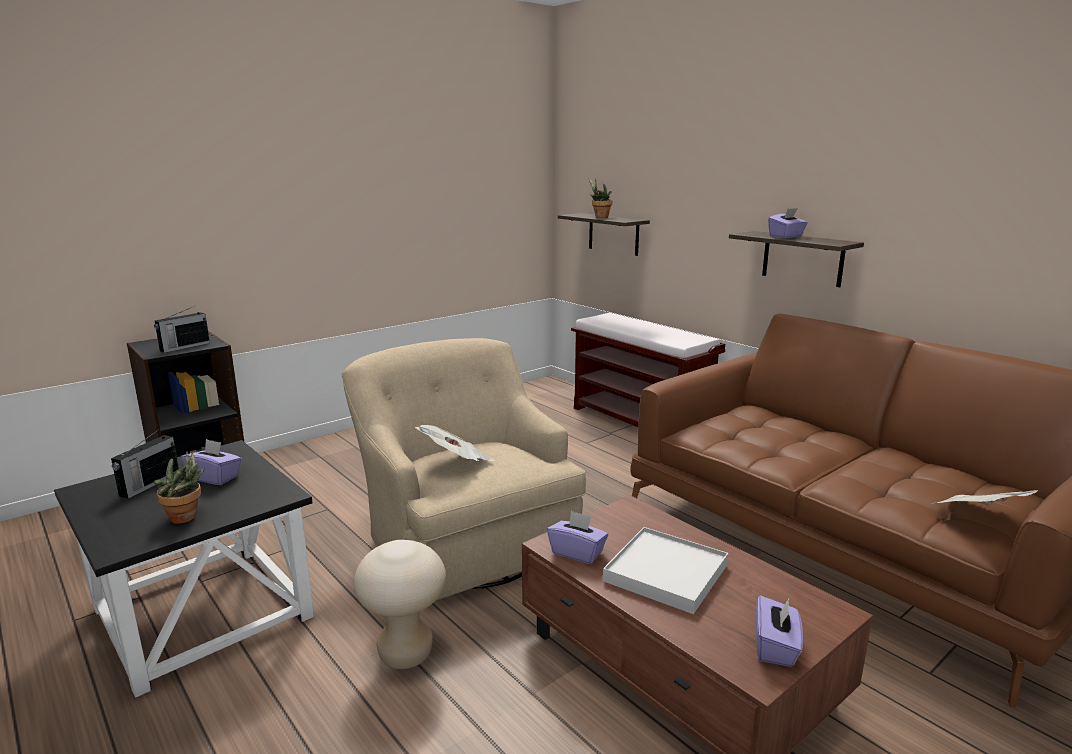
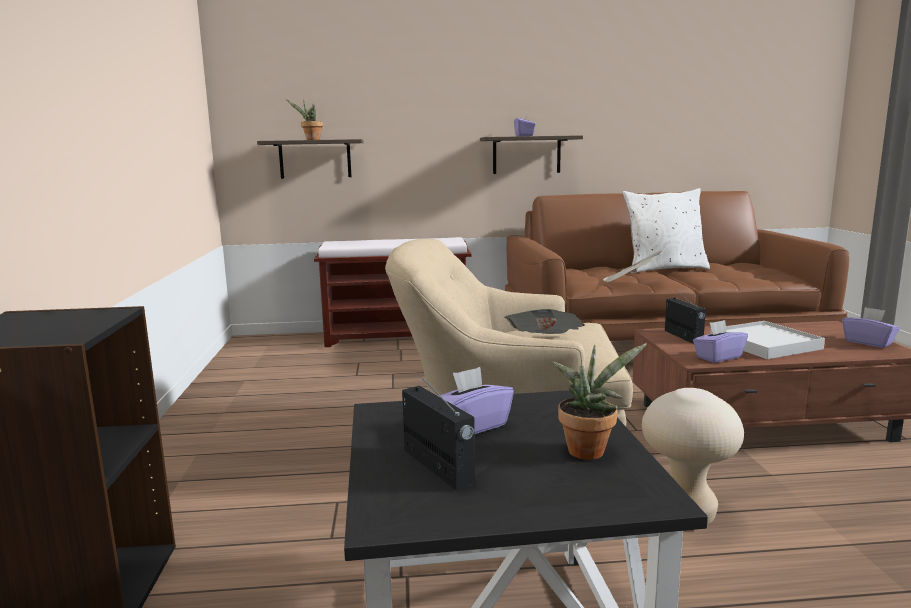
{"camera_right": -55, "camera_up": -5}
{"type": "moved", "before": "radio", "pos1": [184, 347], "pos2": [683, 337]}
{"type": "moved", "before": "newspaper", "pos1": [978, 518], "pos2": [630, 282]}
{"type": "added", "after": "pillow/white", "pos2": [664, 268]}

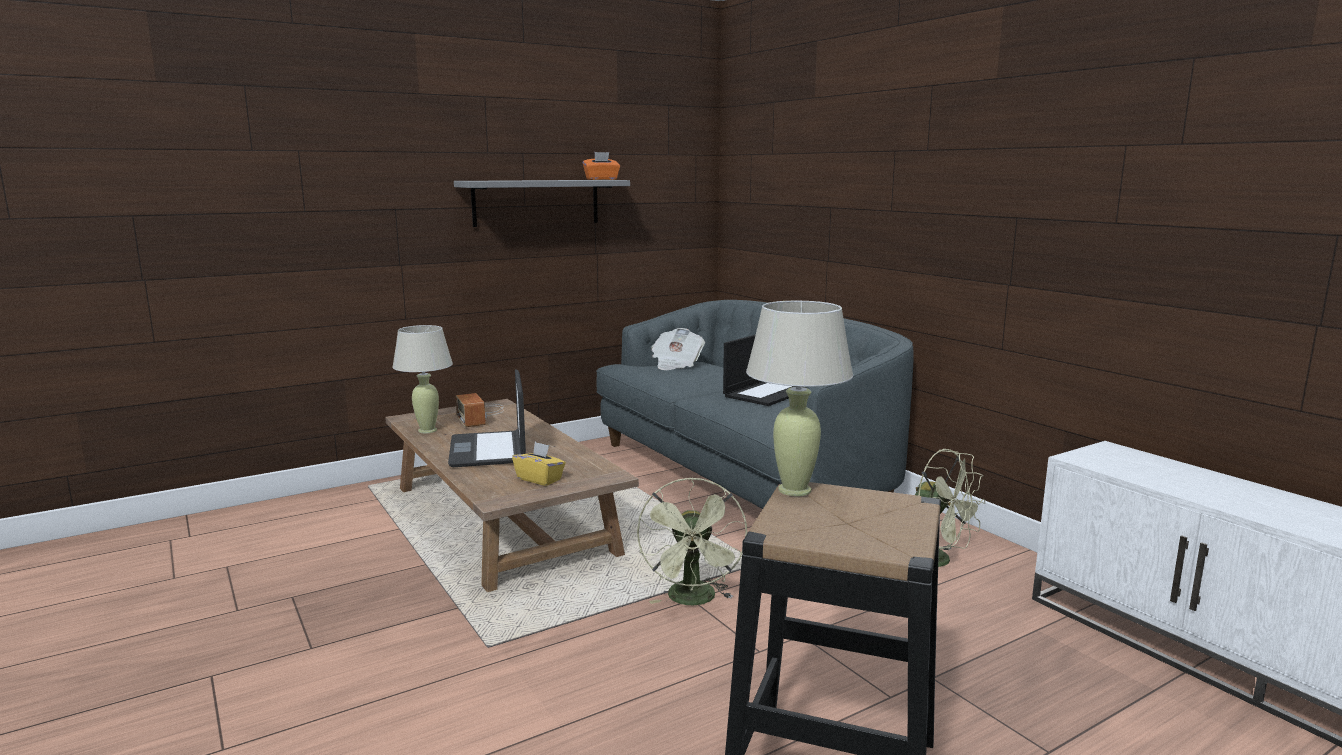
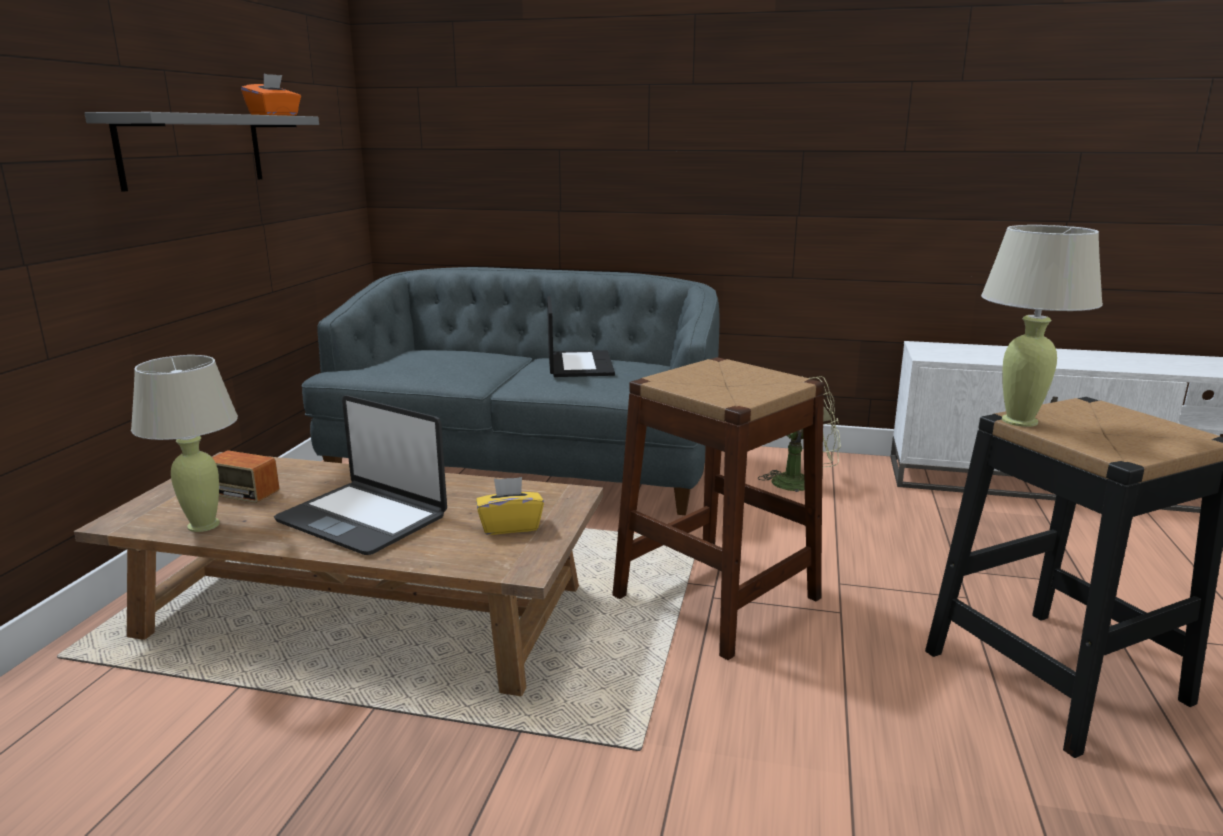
{"camera_right": -45, "camera_up": 5}
{"type": "replaced", "before": "fan/green", "after": "stool/brown", "pos1": [694, 600], "pos2": [716, 597]}
{"type": "removed", "before": "newspaper", "pos1": [676, 364]}

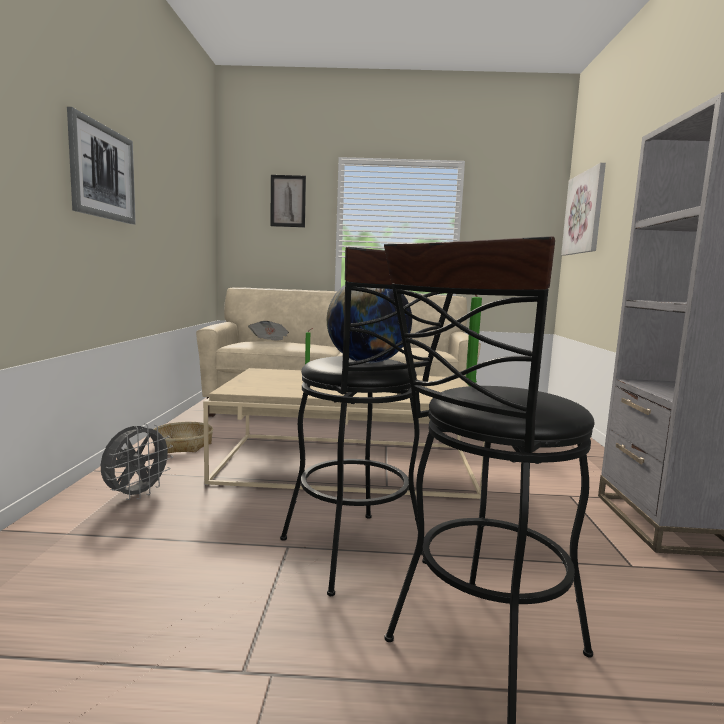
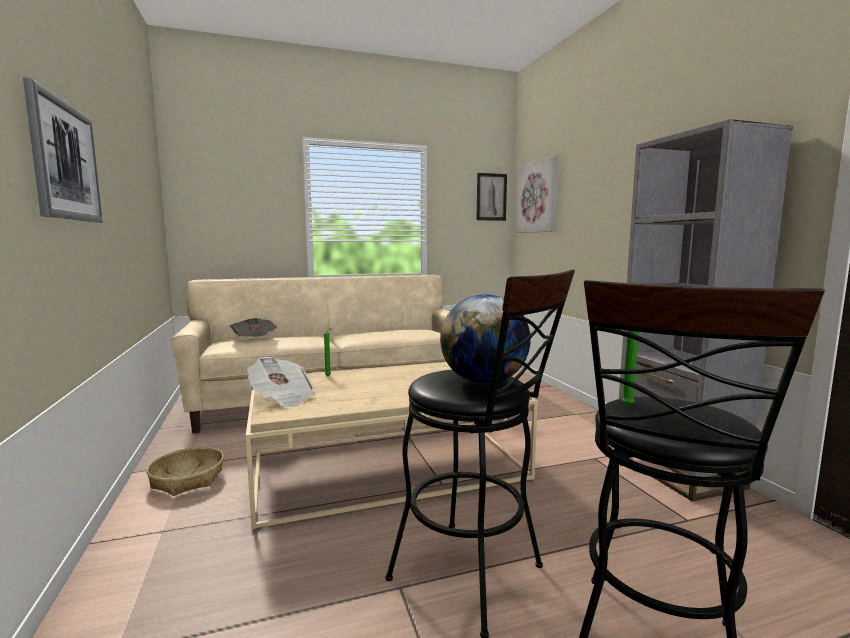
{"camera_right": -20, "camera_up": 0}
{"type": "removed", "before": "fan/grey", "pos1": [137, 495]}
{"type": "moved", "before": "picture", "pos1": [288, 201], "pos2": [491, 197]}
{"type": "added", "after": "newspaper", "pos2": [282, 398]}

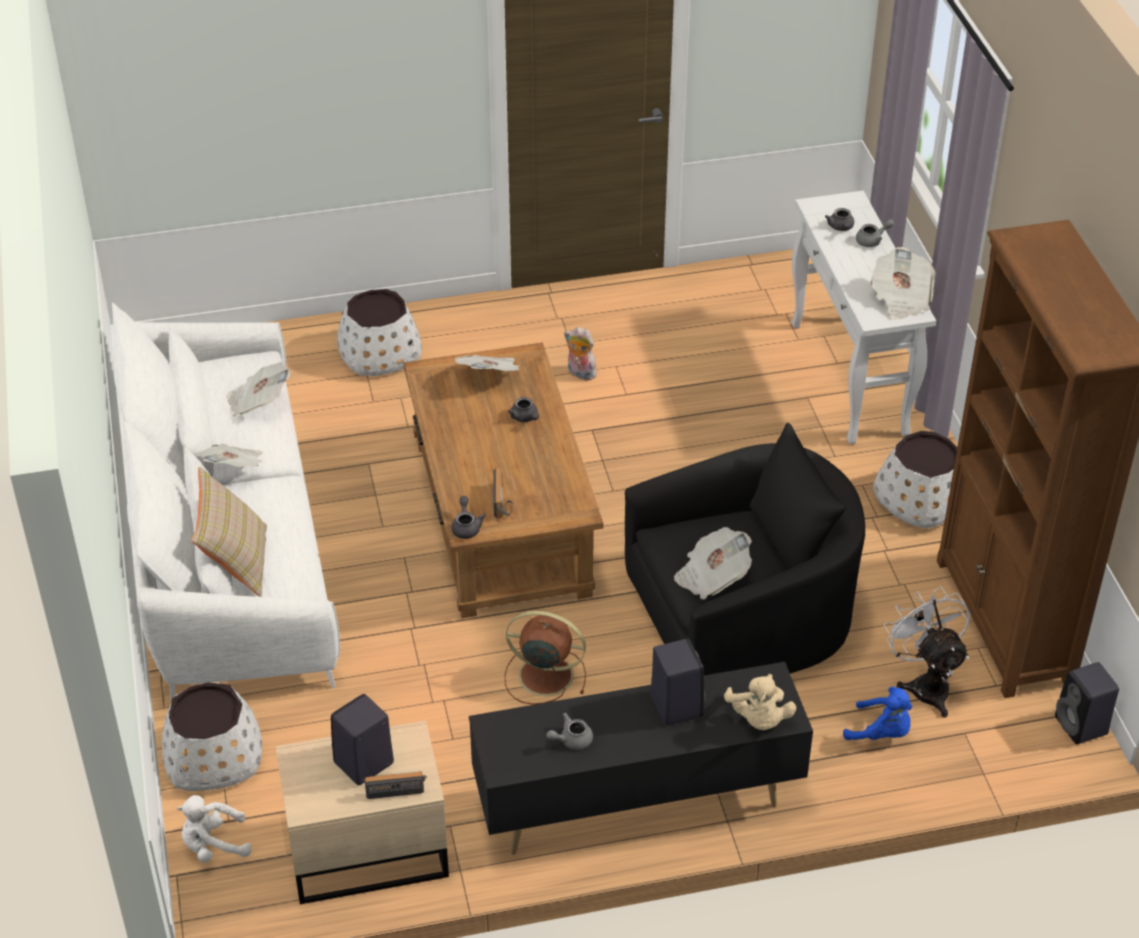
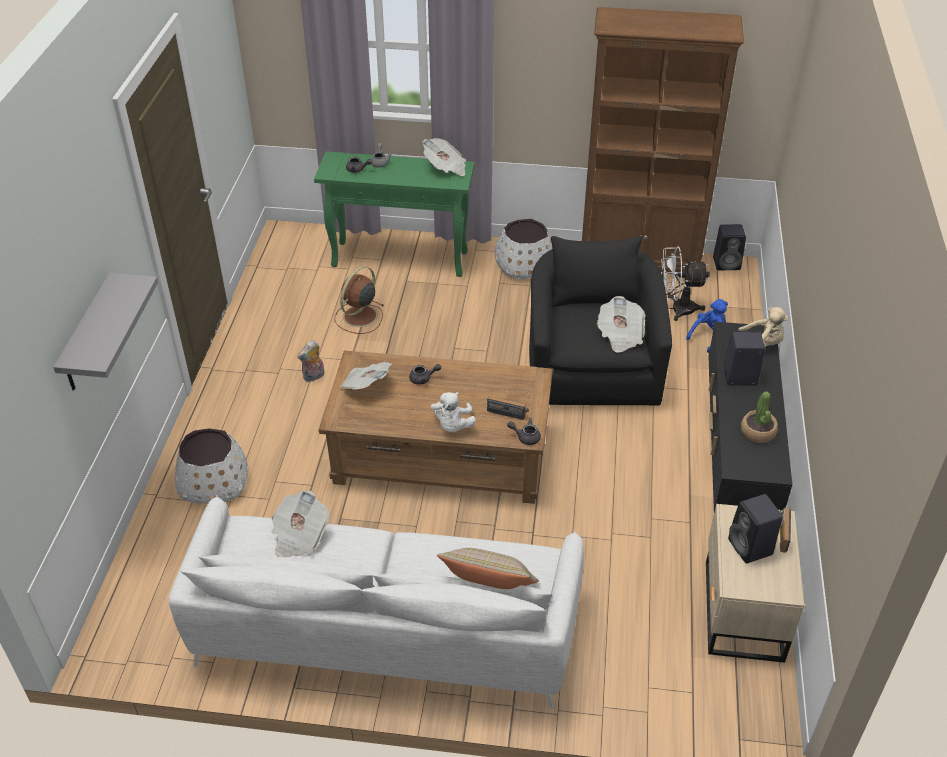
{"camera_right": -70, "camera_up": 0}
{"type": "removed", "before": "planter/white", "pos1": [213, 756]}
{"type": "moved", "before": "plush toy/white", "pos1": [213, 845], "pos2": [453, 426]}
{"type": "removed", "before": "newspaper", "pos1": [233, 468]}
{"type": "moved", "before": "fan/brown", "pos1": [543, 675], "pos2": [359, 317]}
{"type": "replaced", "before": "teapot/grey", "after": "potted plant", "pos1": [571, 740], "pos2": [758, 432]}
{"type": "recoloured", "before": "console table/white", "after": "console table/green", "pos1": [850, 380], "pos2": [401, 259]}
{"type": "added", "after": "shelf/grey", "pos2": [87, 335]}

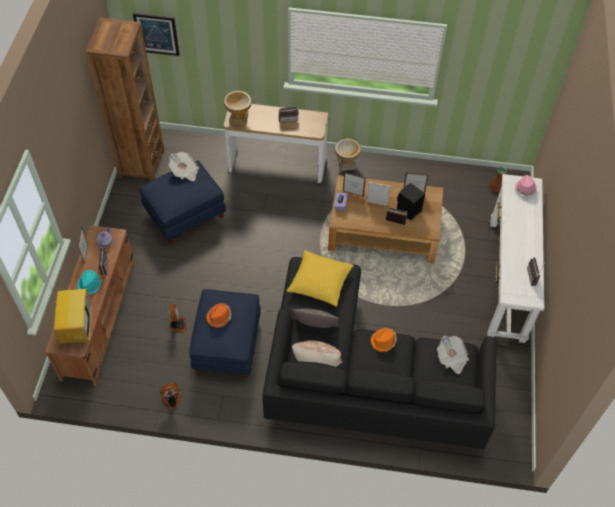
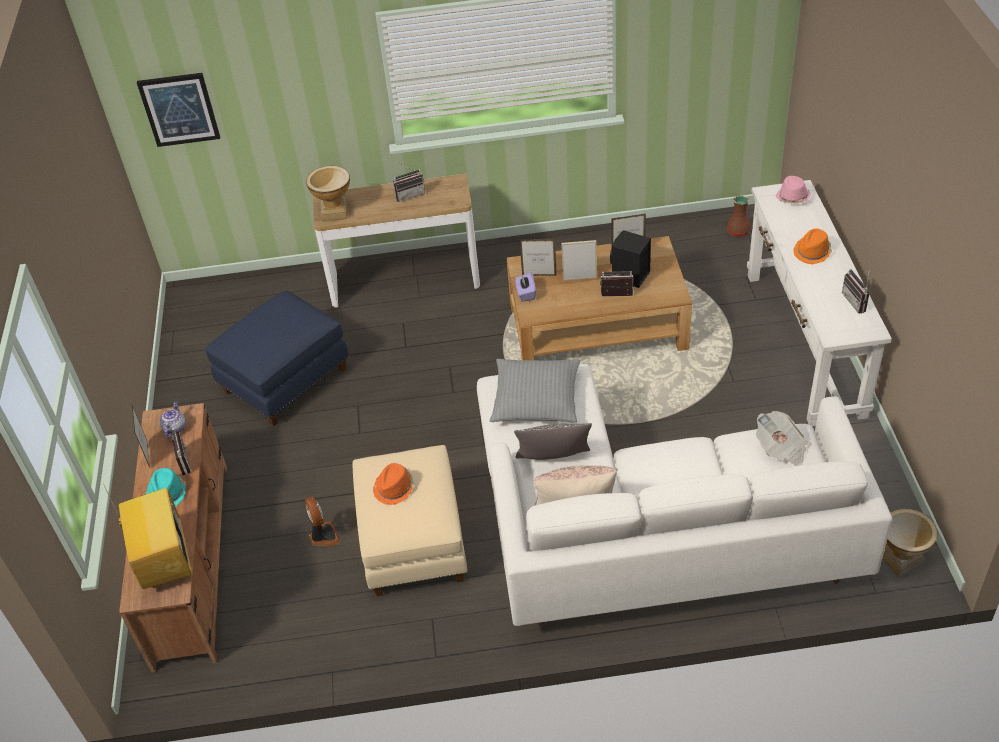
{"camera_right": -10, "camera_up": -10}
{"type": "removed", "before": "bookcase/brown", "pos1": [141, 163]}
{"type": "removed", "before": "fan", "pos1": [172, 400]}
{"type": "removed", "before": "newspaper", "pos1": [185, 172]}
{"type": "recoloured", "before": "ottoman/blue", "after": "ottoman/beige", "pos1": [226, 344], "pos2": [412, 543]}
{"type": "recoloured", "before": "sofa/black", "after": "sofa/white", "pos1": [362, 379], "pos2": [645, 533]}
{"type": "recoloured", "before": "pillow/yellow", "after": "pillow/grey", "pos1": [320, 282], "pos2": [536, 399]}
{"type": "moved", "before": "vase", "pos1": [346, 164], "pos2": [901, 560]}
{"type": "moved", "before": "hat/orange", "pos1": [383, 341], "pos2": [812, 252]}

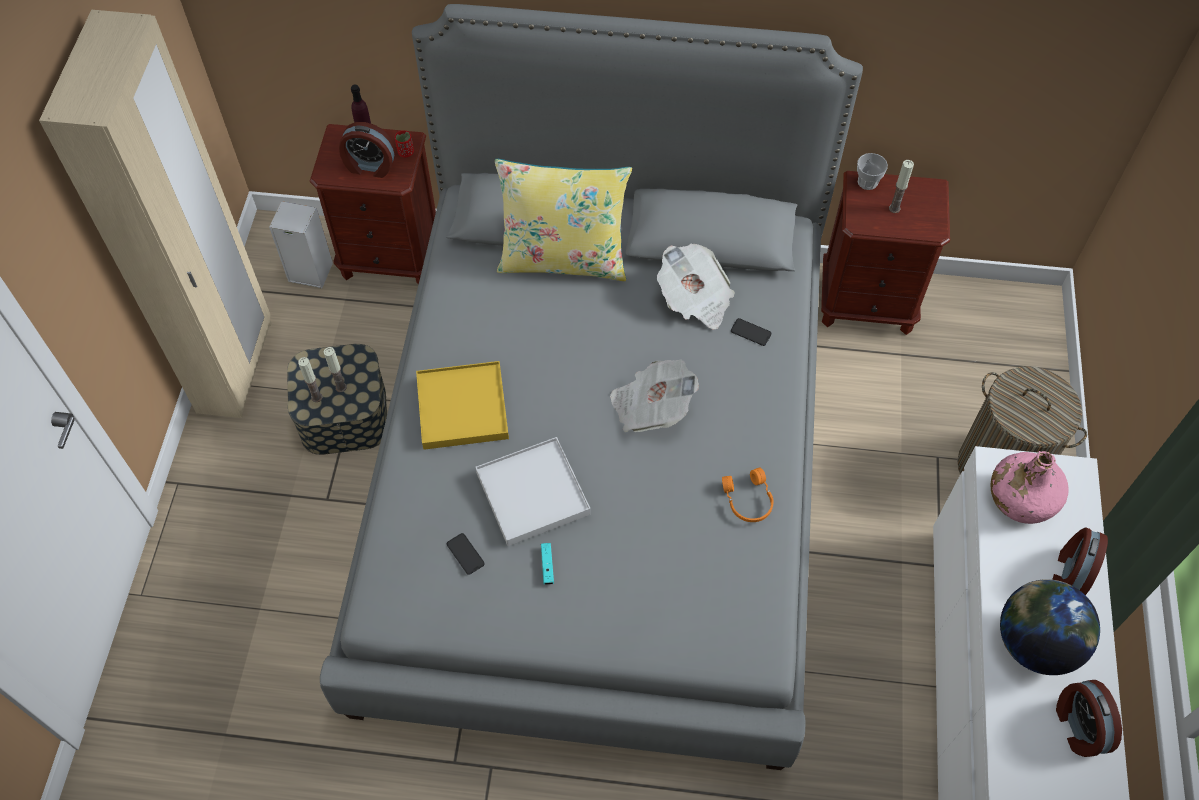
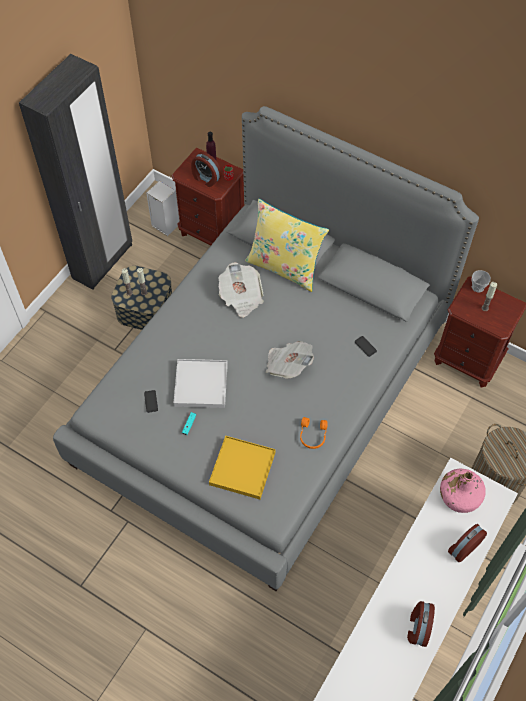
{"camera_right": 25, "camera_up": 0}
{"type": "recoloured", "before": "wardrobe/beige", "after": "wardrobe/black", "pos1": [236, 367], "pos2": [103, 262]}
{"type": "moved", "before": "tray/yellow", "pos1": [463, 408], "pos2": [242, 469]}
{"type": "moved", "before": "newspaper", "pos1": [695, 299], "pos2": [241, 297]}
{"type": "removed", "before": "globe", "pos1": [1035, 642]}

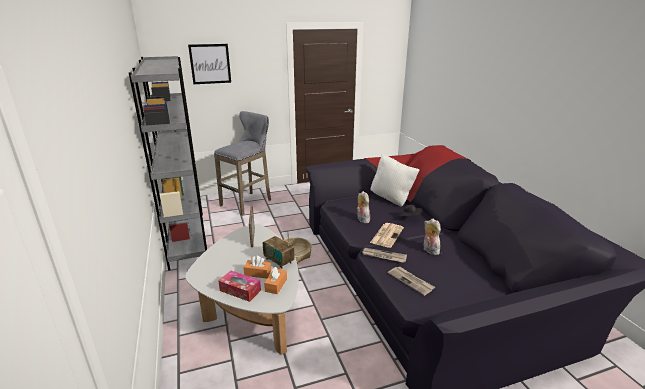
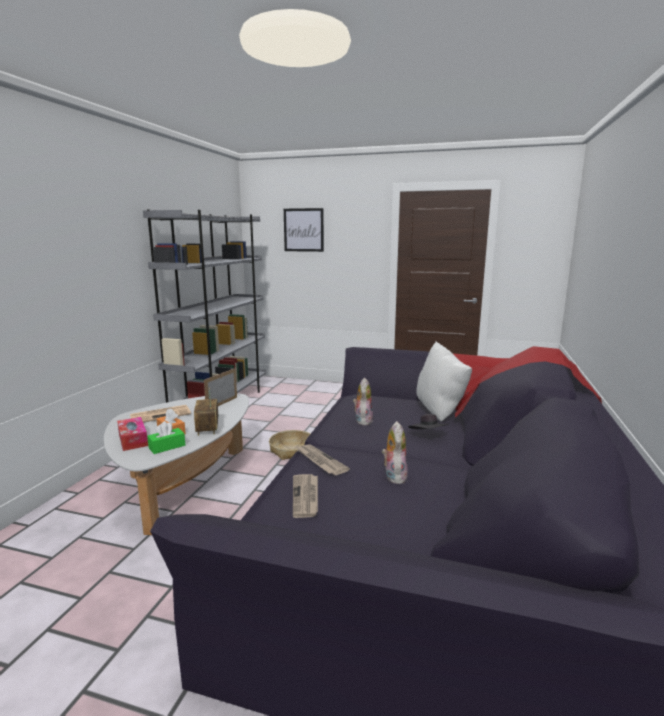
{"camera_right": 35, "camera_up": -10}
{"type": "removed", "before": "stool/grey", "pos1": [248, 202]}
{"type": "recoloured", "before": "tissue box/orange", "after": "tissue box/green", "pos1": [276, 285], "pos2": [167, 447]}
{"type": "moved", "before": "newspaper", "pos1": [387, 235], "pos2": [161, 415]}

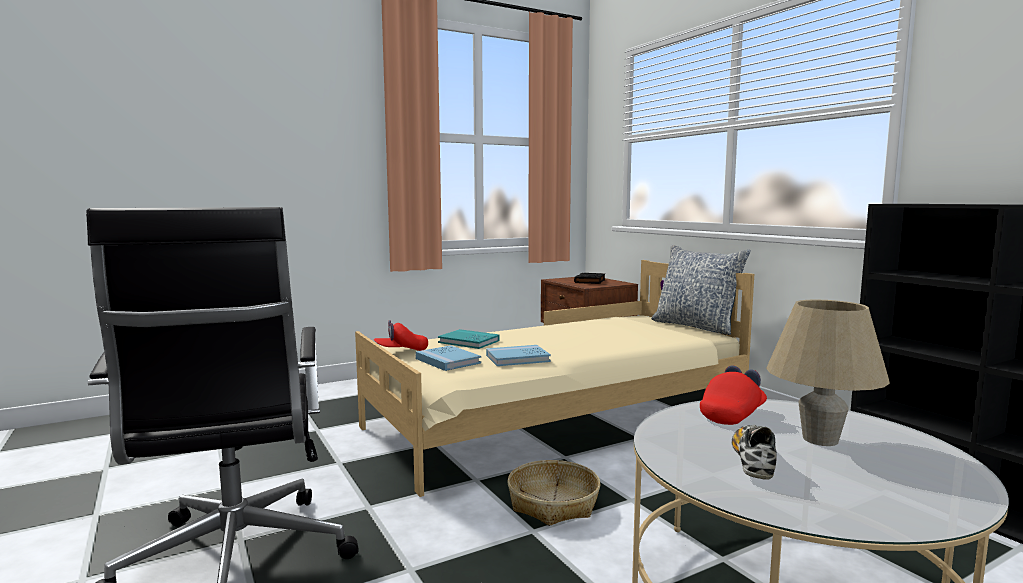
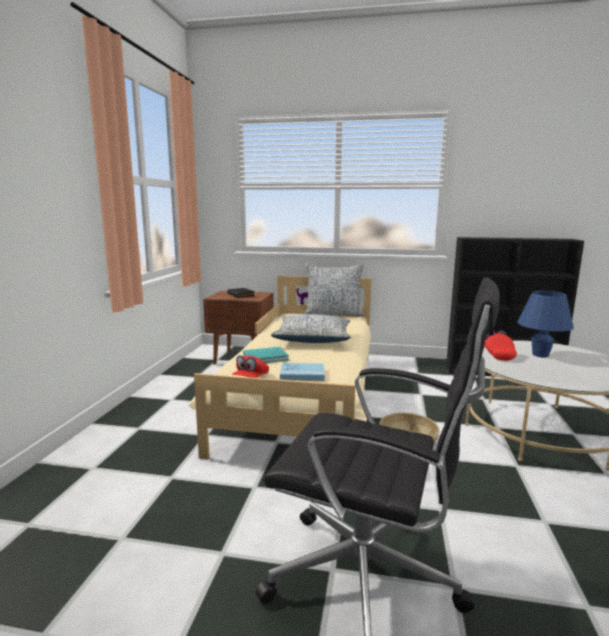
{"camera_right": -50, "camera_up": 5}
{"type": "removed", "before": "book/blue", "pos1": [517, 358]}
{"type": "removed", "before": "shoe", "pos1": [753, 462]}
{"type": "recoloured", "before": "table lamp/beige", "after": "table lamp/blue", "pos1": [820, 439], "pos2": [540, 355]}
{"type": "added", "after": "pillow", "pos2": [313, 339]}

